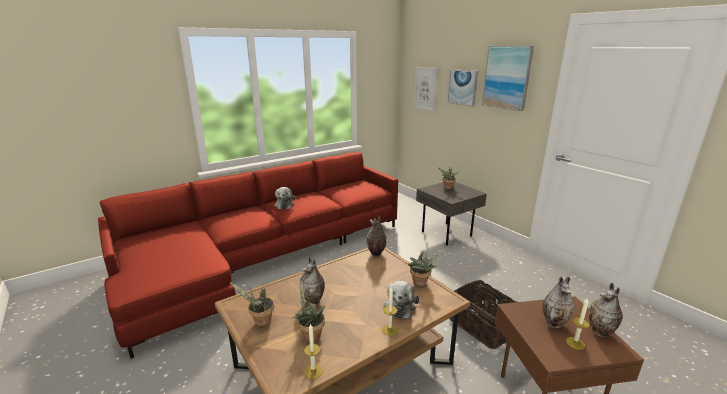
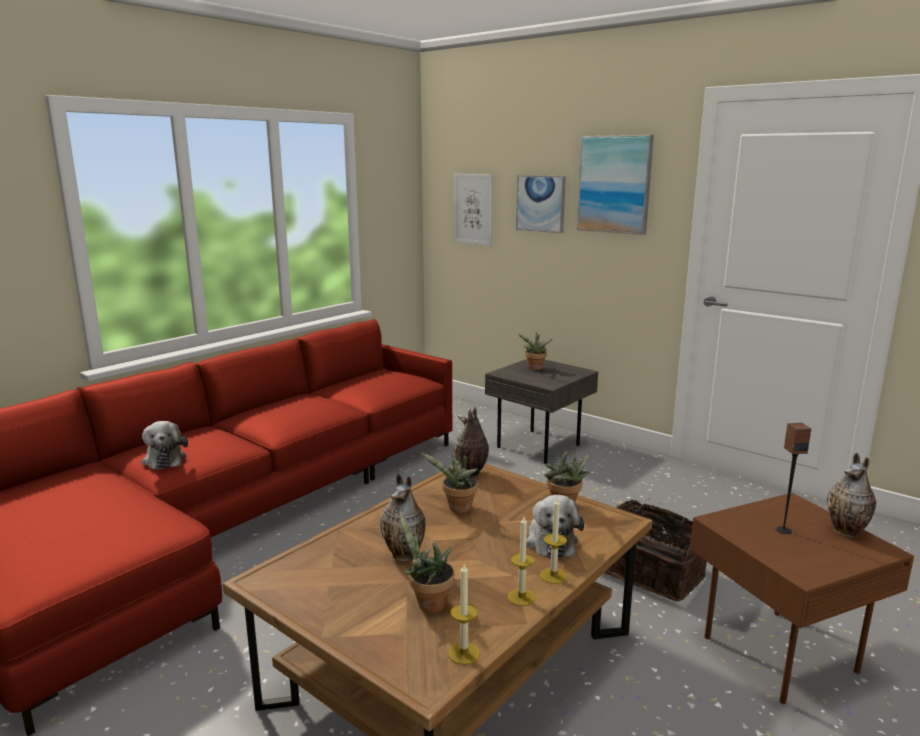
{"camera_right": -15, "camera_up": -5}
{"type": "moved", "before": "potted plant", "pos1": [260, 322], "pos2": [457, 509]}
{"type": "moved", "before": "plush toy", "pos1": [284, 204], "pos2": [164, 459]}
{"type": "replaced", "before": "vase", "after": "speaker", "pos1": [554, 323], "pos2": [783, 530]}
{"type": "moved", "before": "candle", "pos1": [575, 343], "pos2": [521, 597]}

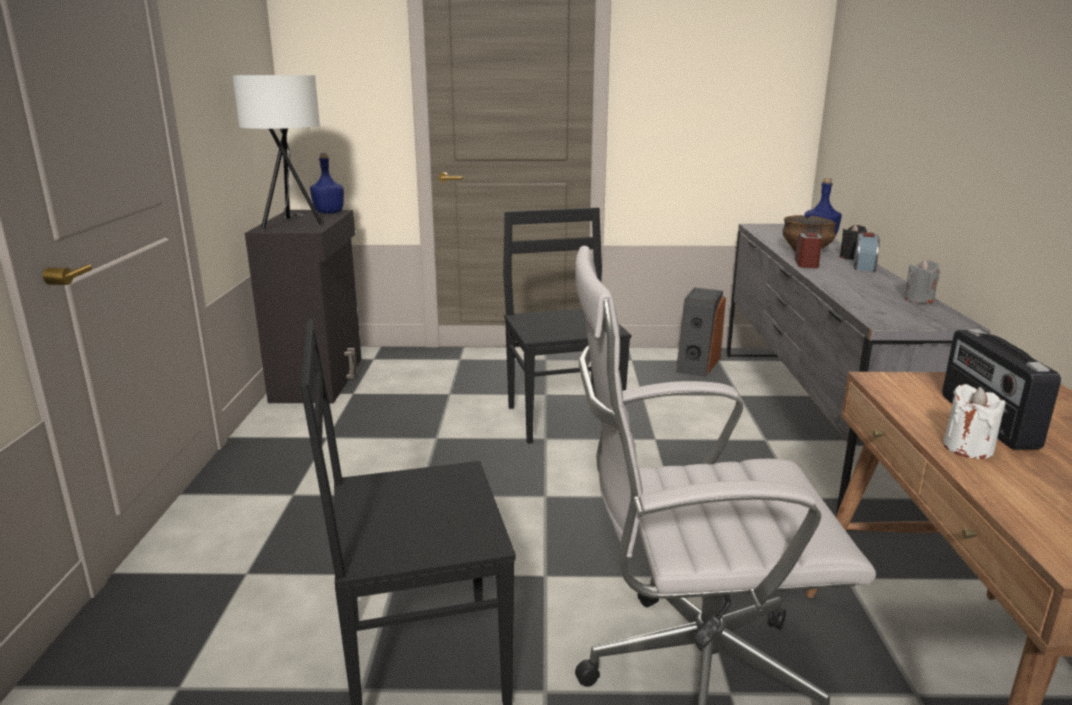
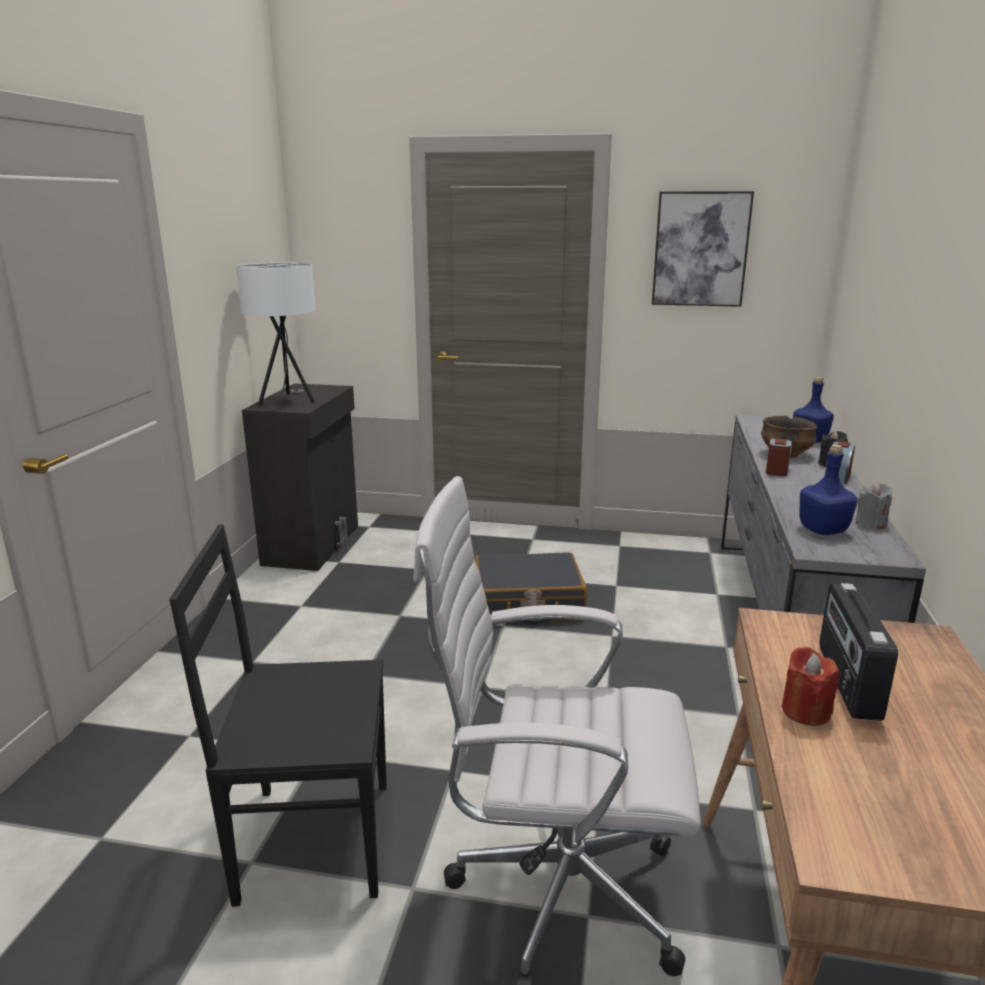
{"camera_right": 10, "camera_up": 0}
{"type": "moved", "before": "bottle/blue", "pos1": [329, 212], "pos2": [823, 530]}
{"type": "replaced", "before": "chair/black", "after": "suitcase/black", "pos1": [563, 417], "pos2": [528, 604]}
{"type": "removed", "before": "speaker", "pos1": [697, 364]}
{"type": "recoloured", "before": "candle/white", "after": "candle/red", "pos1": [968, 448], "pos2": [805, 711]}
{"type": "added", "after": "picture", "pos2": [700, 249]}

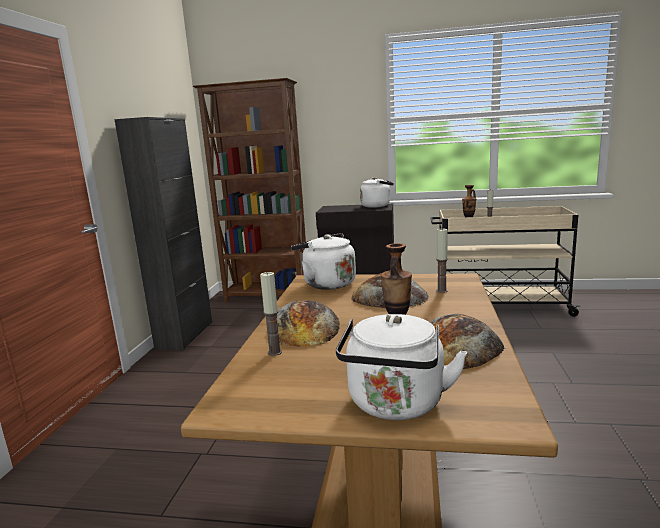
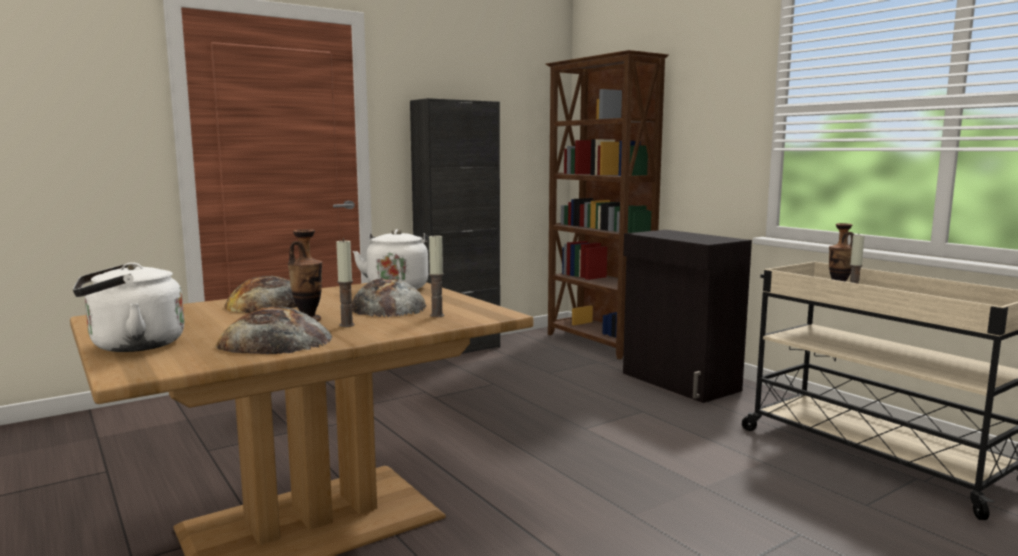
{"camera_right": 45, "camera_up": -5}
{"type": "moved", "before": "candle", "pos1": [274, 352], "pos2": [347, 325]}
{"type": "removed", "before": "kettle/white", "pos1": [377, 206]}

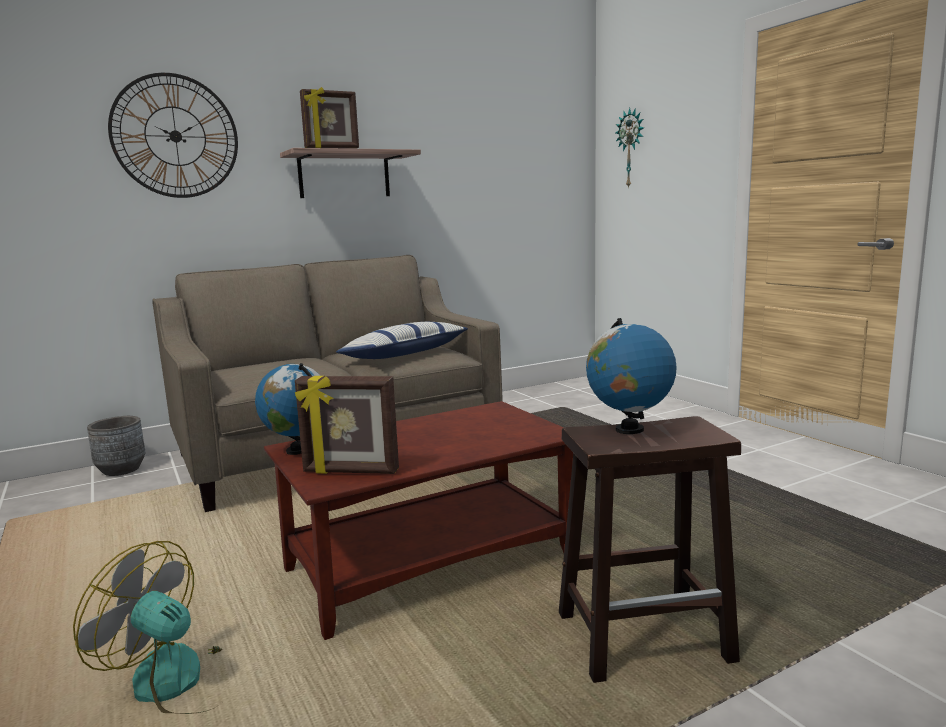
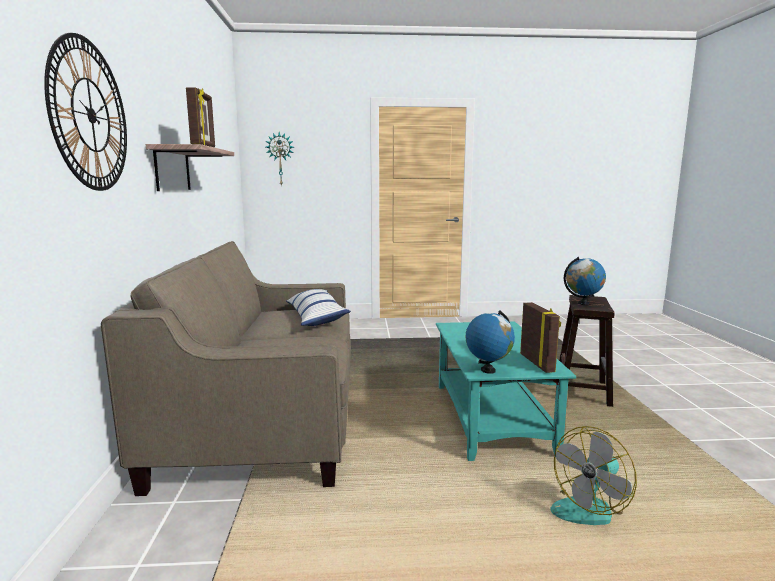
{"camera_right": -65, "camera_up": 0}
{"type": "removed", "before": "planter/grey", "pos1": [121, 469]}
{"type": "recoloured", "before": "coffee table/brown", "after": "coffee table/turquoise", "pos1": [432, 563], "pos2": [490, 417]}
{"type": "turned", "before": "picture frame", "pos1": [350, 472], "pos2": [537, 363], "turn": -45}

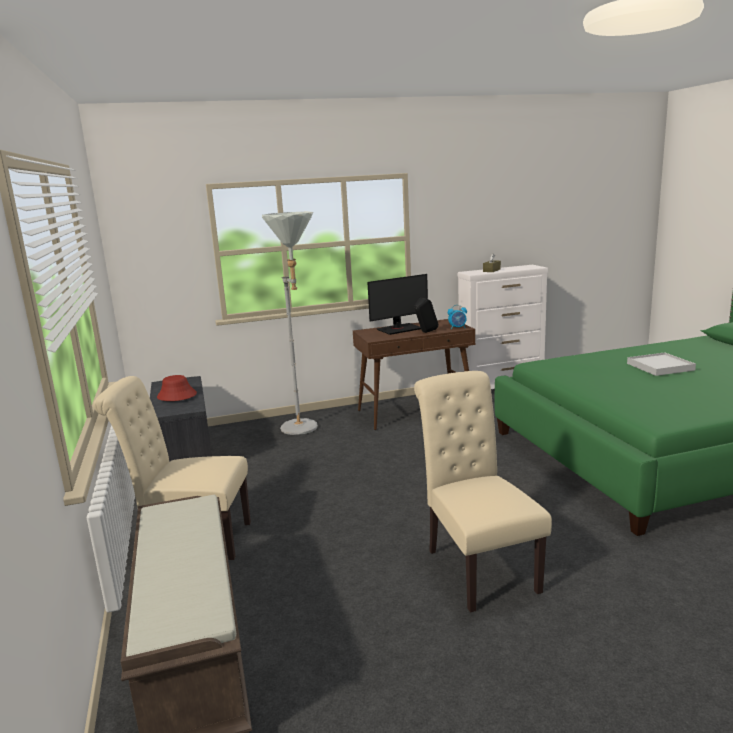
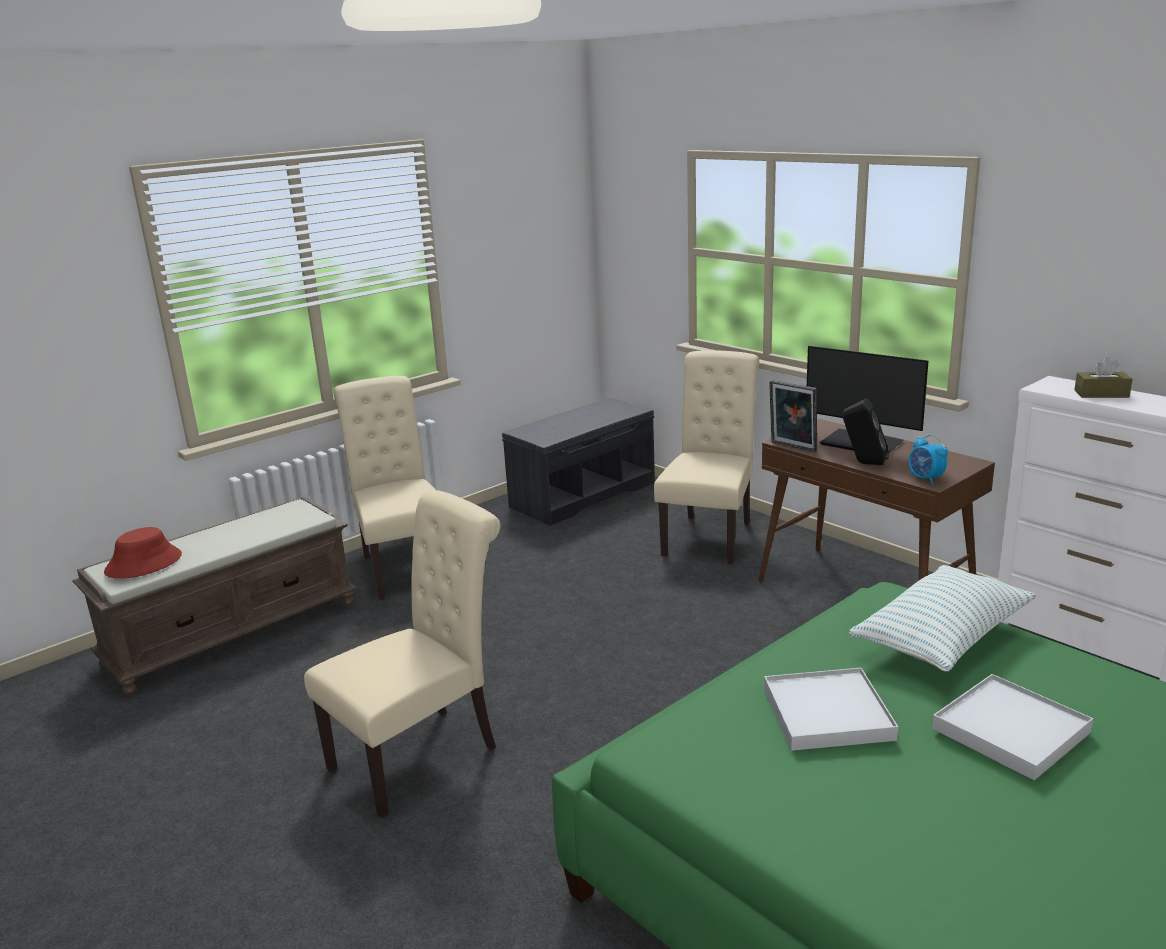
{"camera_right": 65, "camera_up": 5}
{"type": "moved", "before": "hat/red", "pos1": [176, 396], "pos2": [143, 564]}
{"type": "replaced", "before": "floor lamp/grey", "after": "chair/beige", "pos1": [304, 430], "pos2": [710, 535]}
{"type": "added", "after": "tray/white", "pos2": [827, 713]}
{"type": "added", "after": "picture frame", "pos2": [792, 447]}
{"type": "added", "after": "pillow", "pos2": [942, 638]}

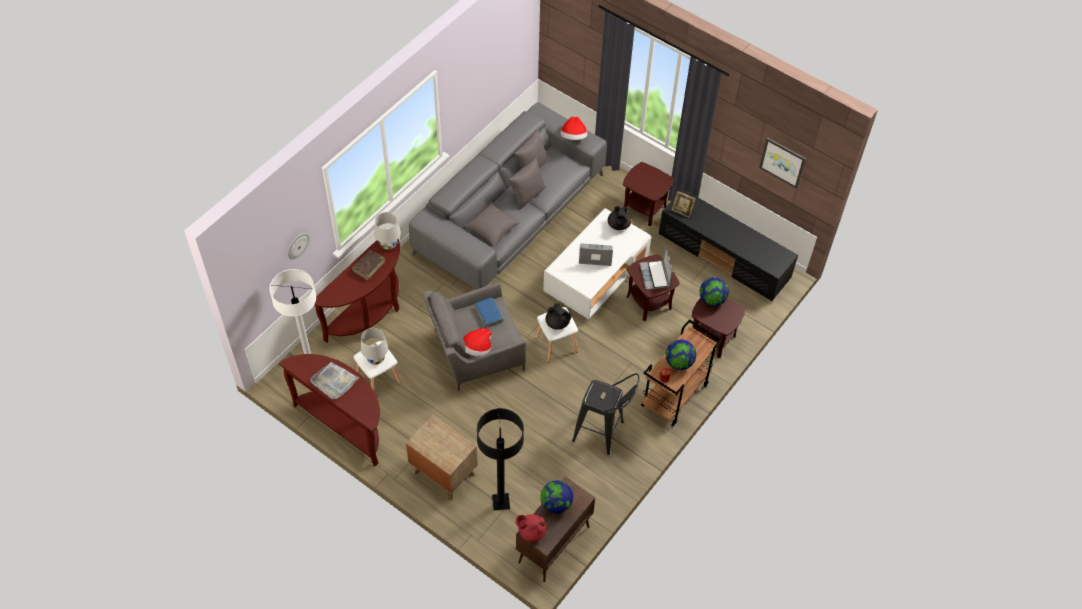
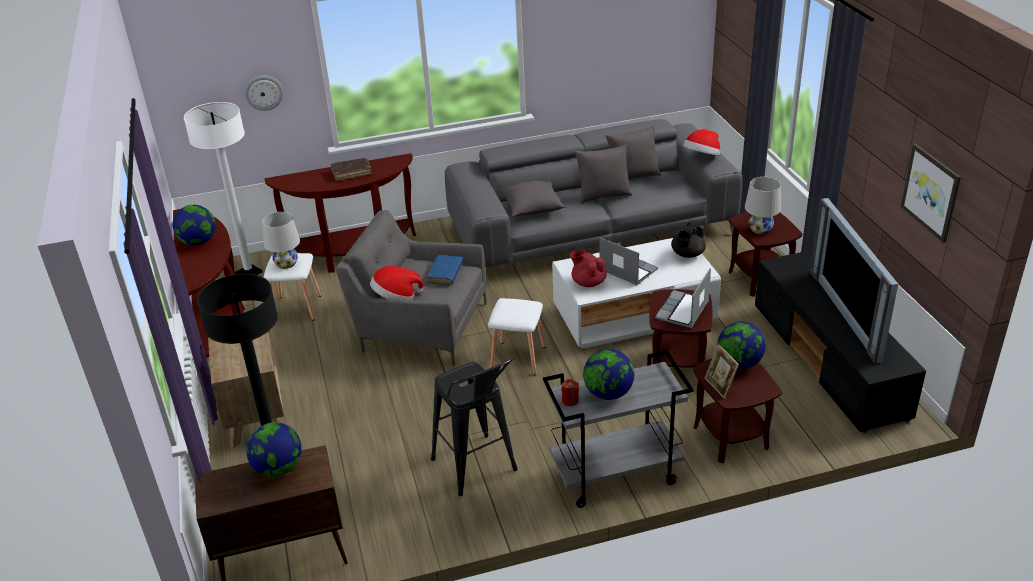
{"camera_right": 40, "camera_up": -20}
{"type": "replaced", "before": "tray/grey", "after": "globe", "pos1": [334, 381], "pos2": [198, 242]}
{"type": "moved", "before": "table lamp/white", "pos1": [388, 244], "pos2": [760, 229]}
{"type": "moved", "before": "teapot/red", "pos1": [531, 532], "pos2": [588, 282]}
{"type": "removed", "before": "teapot/black", "pos1": [558, 323]}
{"type": "recoloured", "before": "cart/brown", "after": "cart/grey", "pos1": [674, 396], "pos2": [615, 475]}
{"type": "moved", "before": "picture frame", "pos1": [682, 211], "pos2": [720, 386]}
{"type": "added", "after": "television", "pos2": [849, 313]}

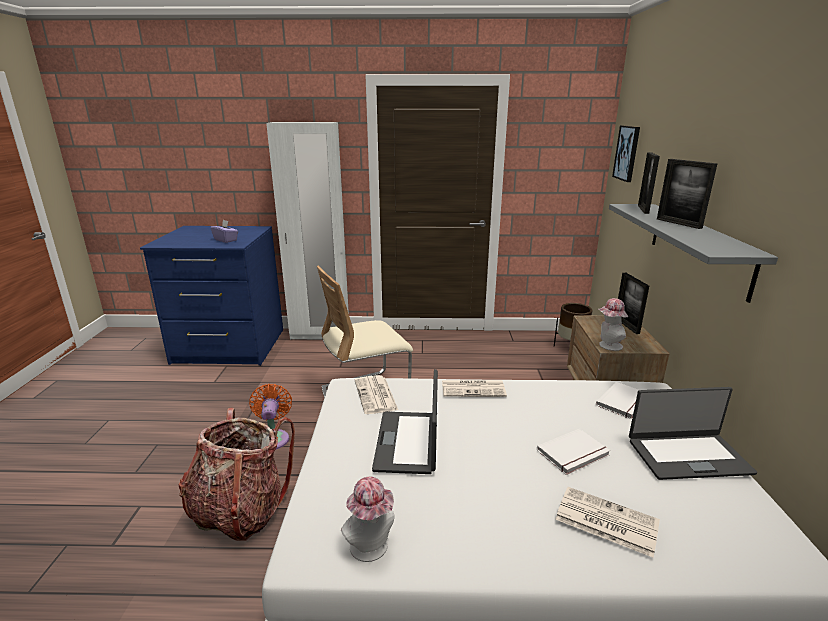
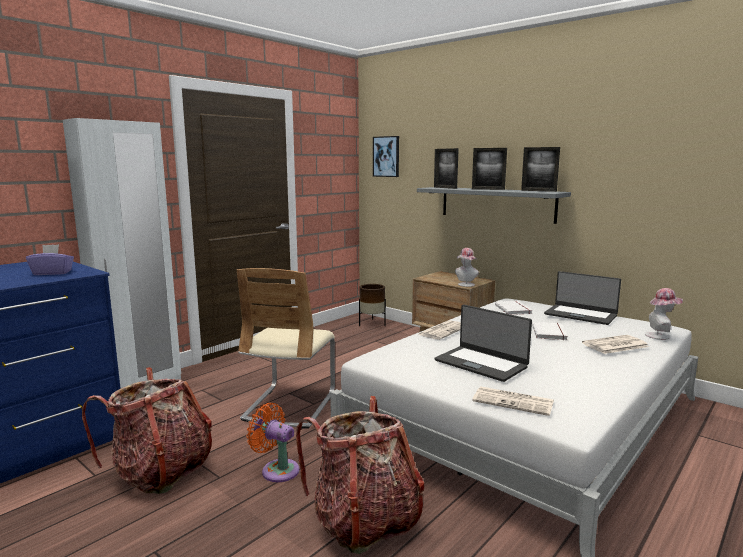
{"camera_right": -50, "camera_up": -10}
{"type": "moved", "before": "hat", "pos1": [371, 549], "pos2": [660, 336]}
{"type": "moved", "before": "newspaper", "pos1": [376, 395], "pos2": [514, 401]}
{"type": "moved", "before": "picture frame", "pos1": [626, 325], "pos2": [538, 191]}
{"type": "turned", "before": "laptop", "pos1": [687, 455], "pos2": [580, 315], "turn": 90}
{"type": "added", "after": "backpack", "pos2": [160, 471]}

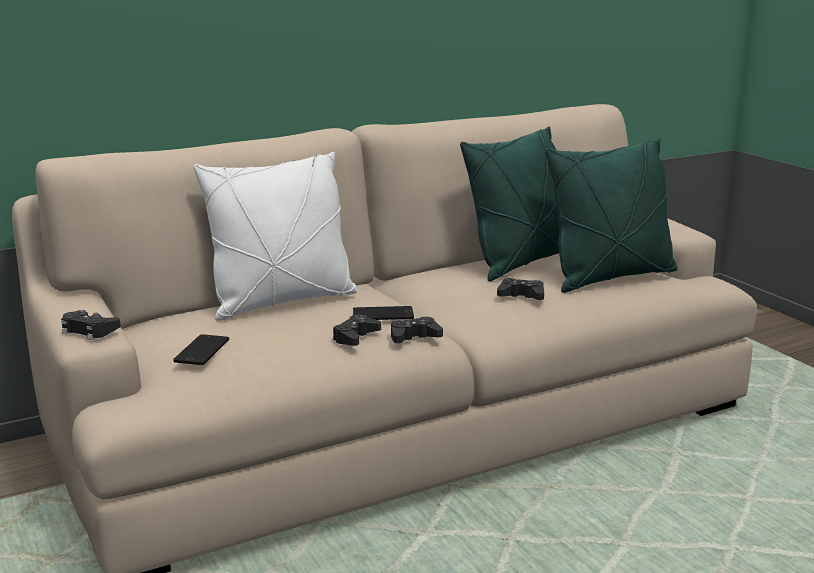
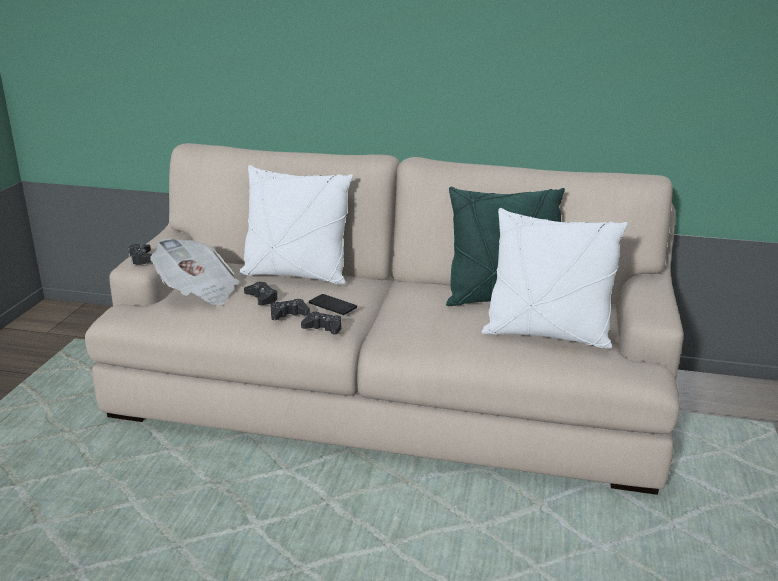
{"camera_right": 40, "camera_up": 5}
{"type": "replaced", "before": "phone", "after": "newspaper", "pos1": [202, 350], "pos2": [198, 291]}
{"type": "moved", "before": "game controller/black", "pos1": [521, 296], "pos2": [262, 298]}
{"type": "recoloured", "before": "pillow/green", "after": "pillow/white", "pos1": [610, 277], "pos2": [546, 335]}

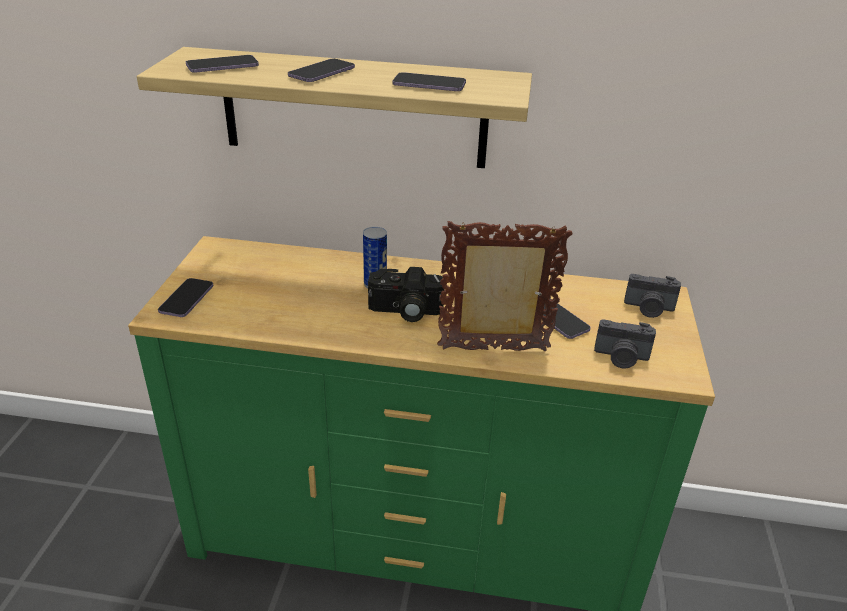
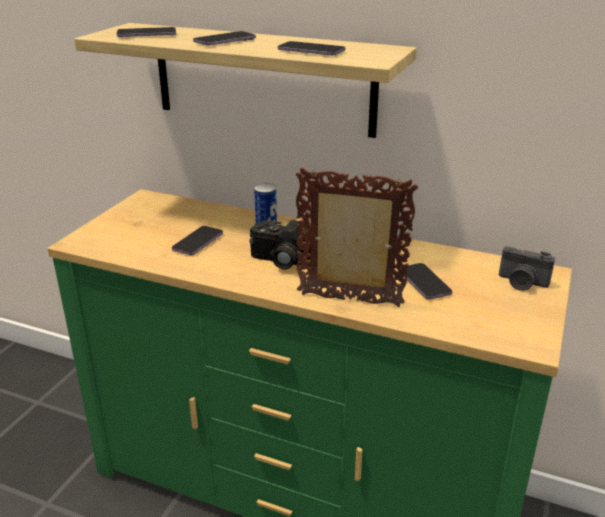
{"camera_right": 15, "camera_up": -5}
{"type": "moved", "before": "phone", "pos1": [186, 299], "pos2": [198, 242]}
{"type": "removed", "before": "photo camera", "pos1": [621, 358]}

